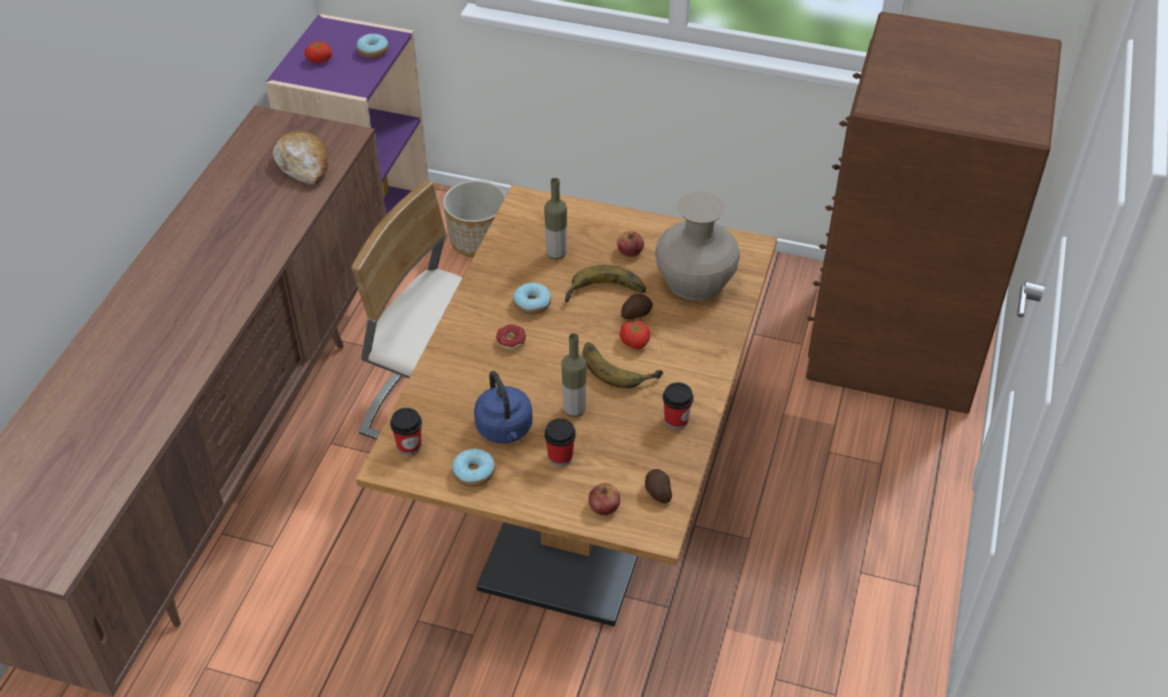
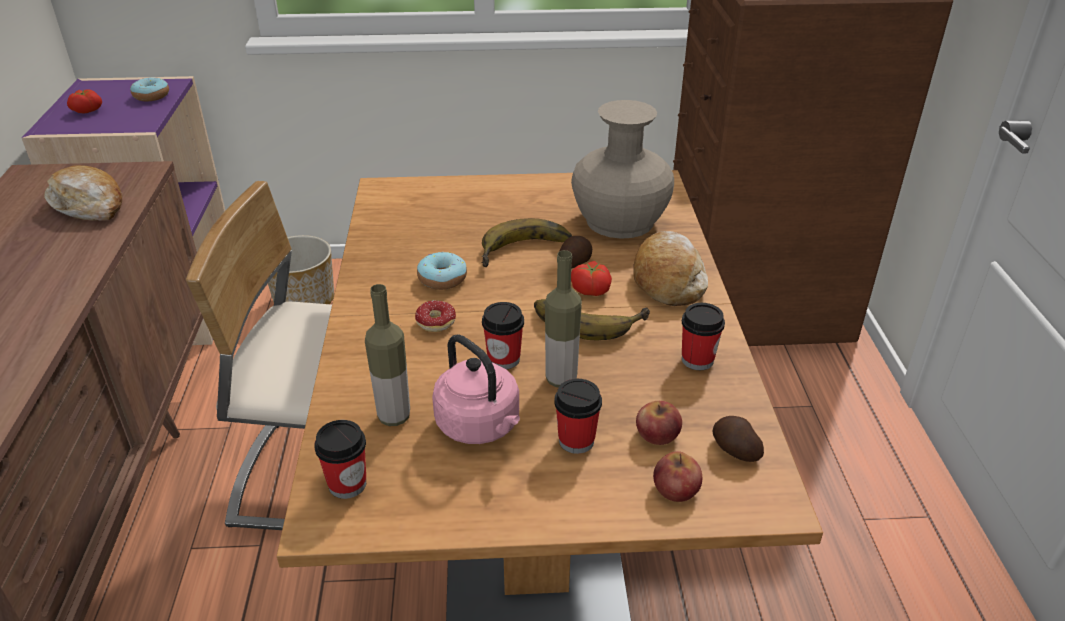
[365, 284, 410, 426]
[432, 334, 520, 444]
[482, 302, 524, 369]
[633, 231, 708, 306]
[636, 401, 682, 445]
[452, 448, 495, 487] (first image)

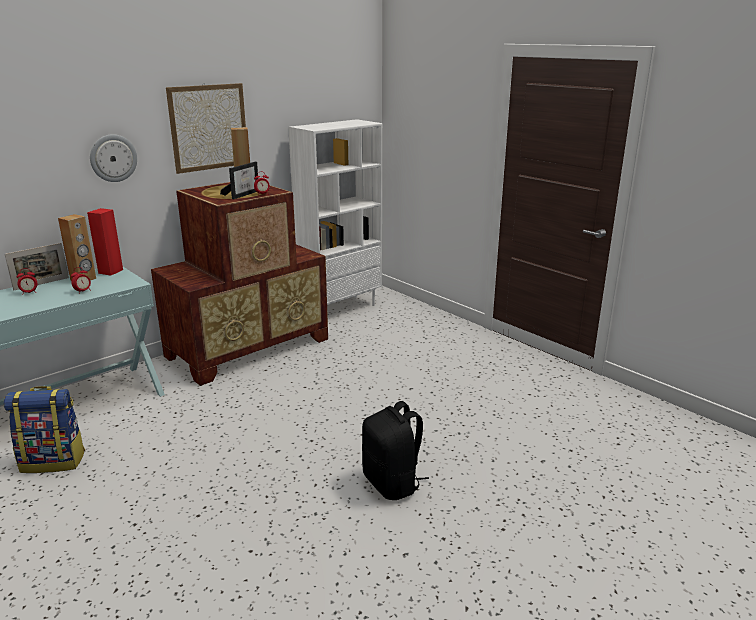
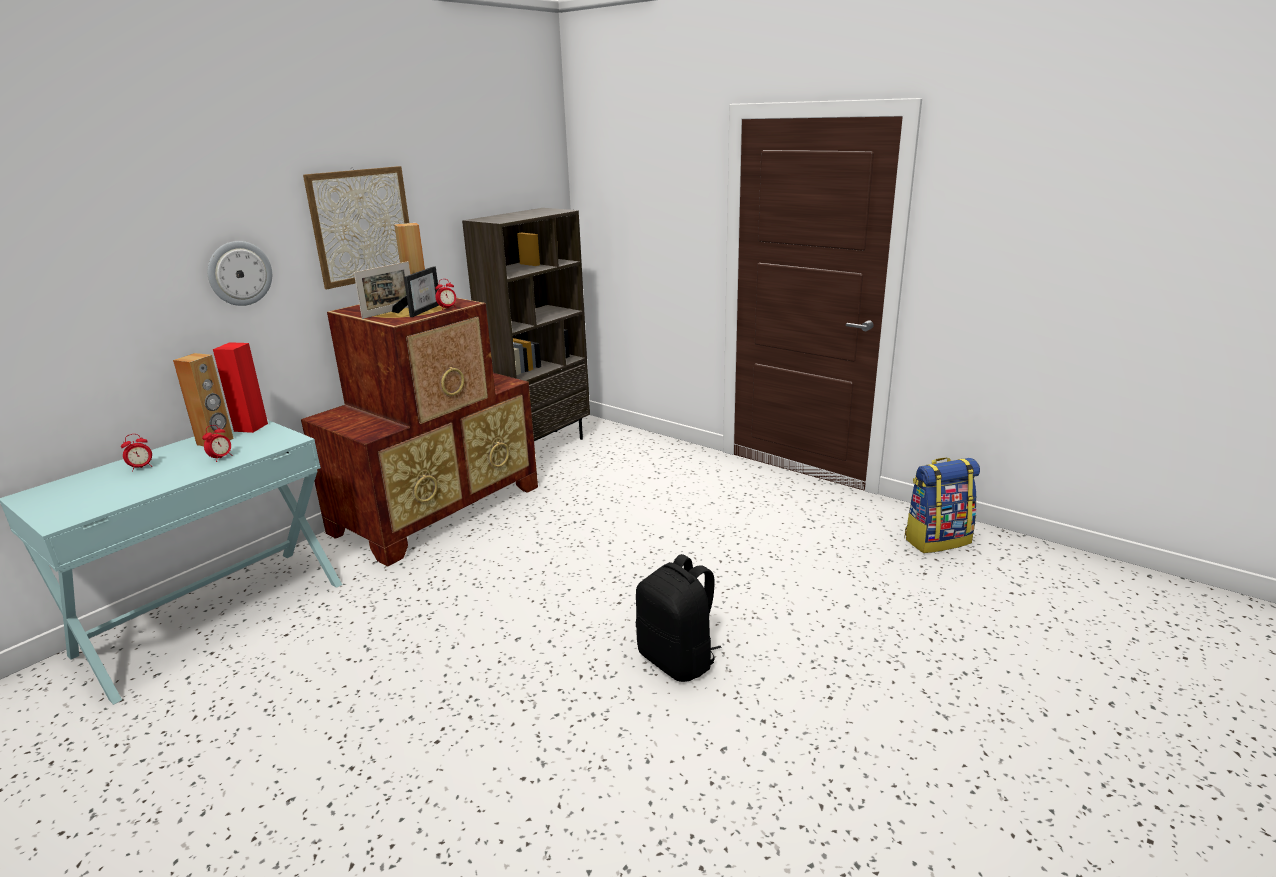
[354, 261, 410, 319]
[462, 208, 590, 441]
[904, 457, 980, 553]

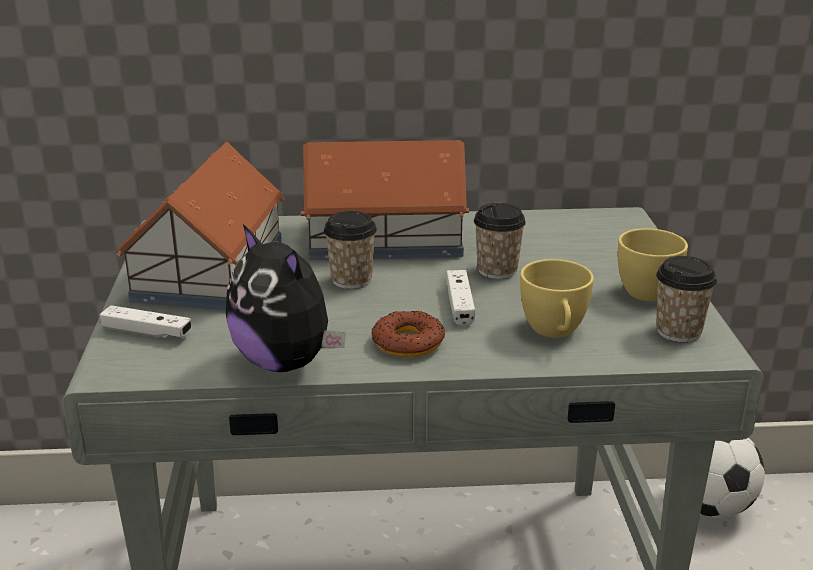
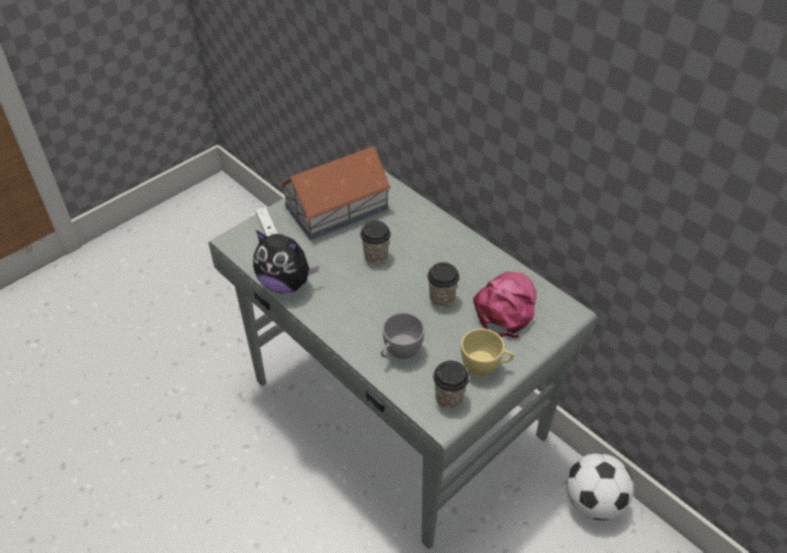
[253, 230, 319, 294]
[381, 312, 425, 359]
[473, 271, 537, 338]
[301, 140, 469, 260] (first image)
[372, 311, 445, 358] (first image)
[446, 270, 475, 325] (first image)

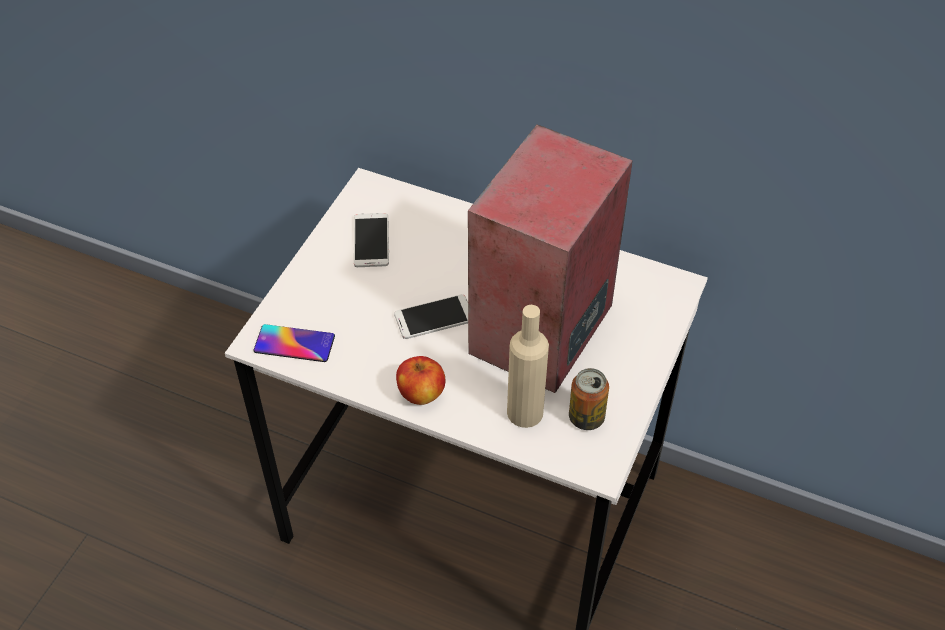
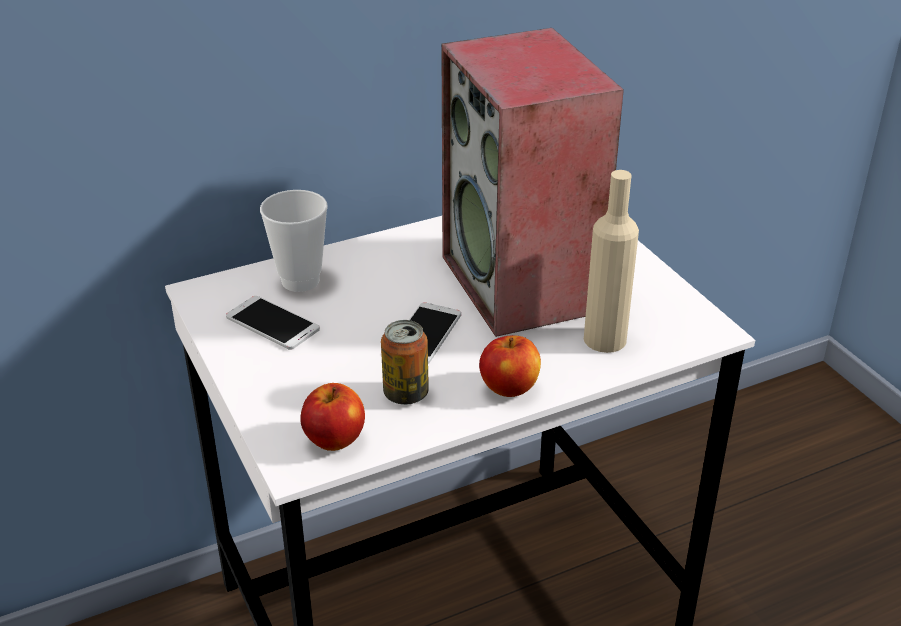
[260, 190, 328, 292]
[300, 383, 365, 451]
[381, 320, 429, 405]

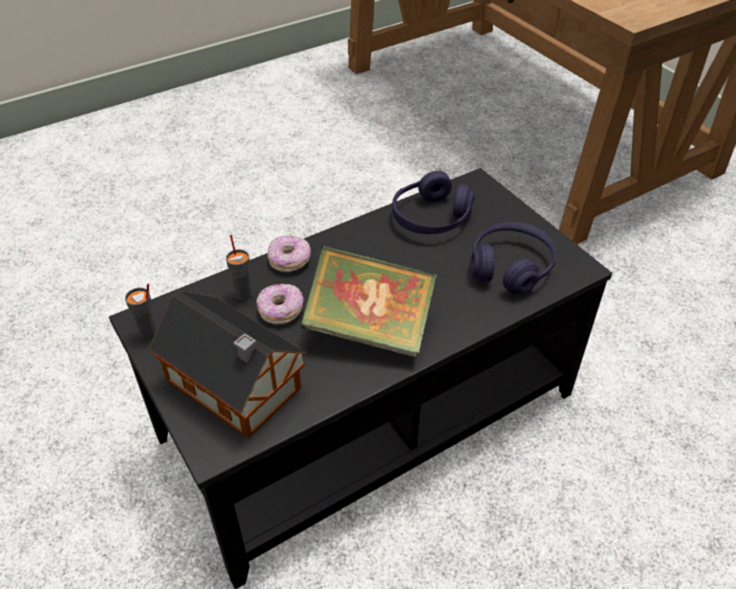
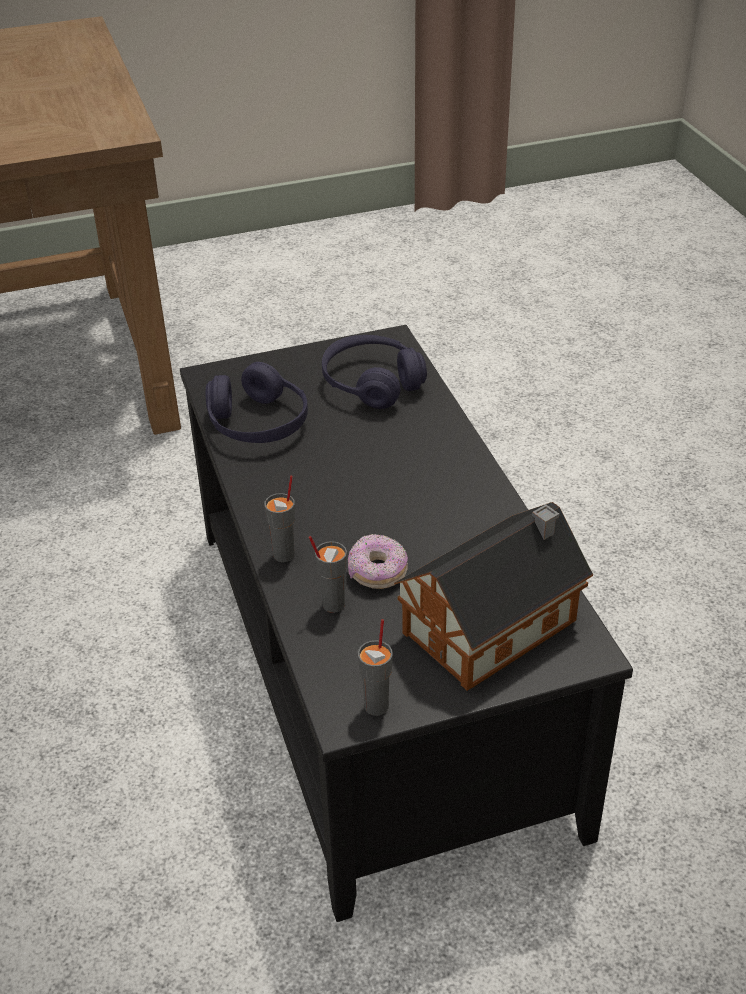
[264, 476, 295, 562]
[301, 245, 437, 357] (first image)

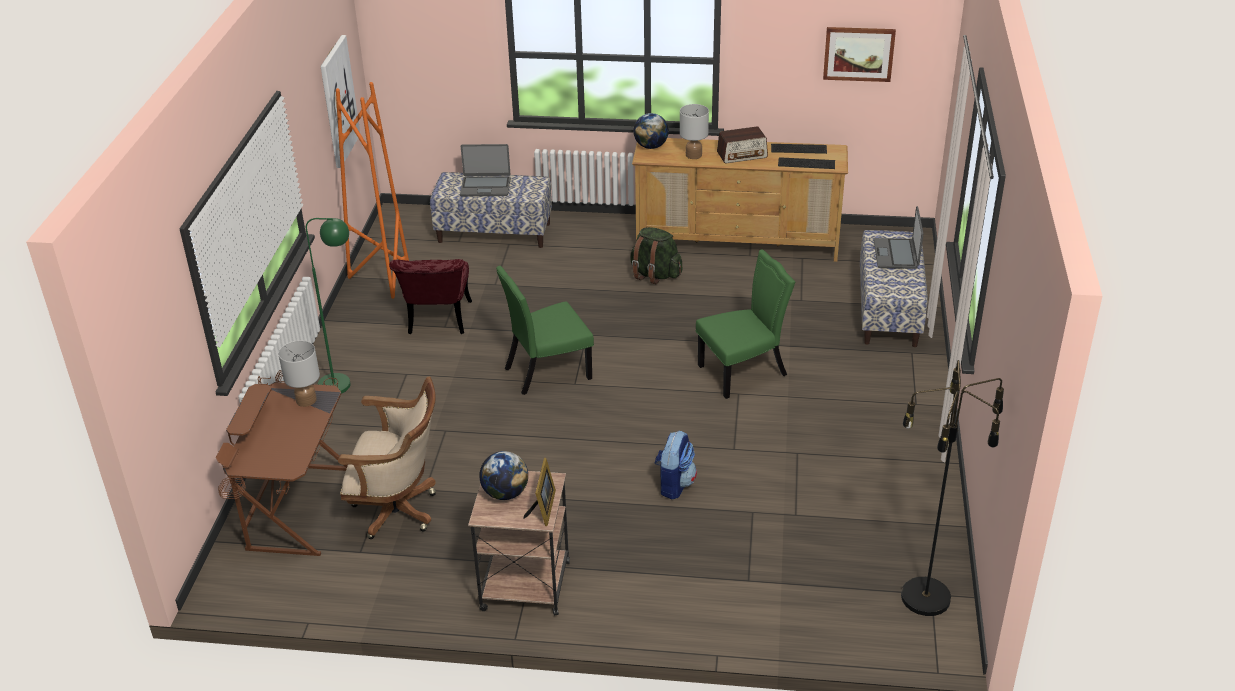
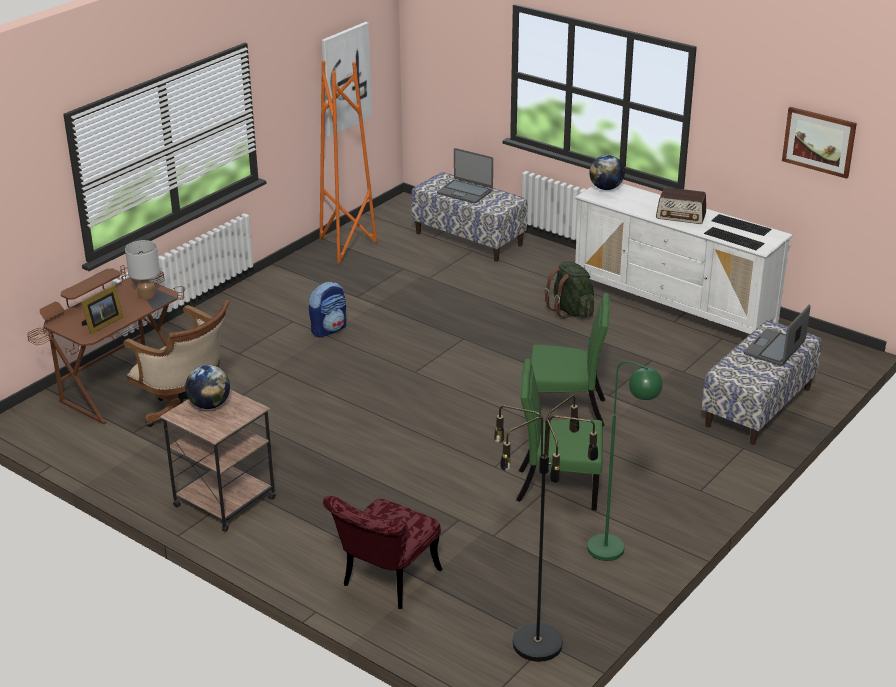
[81, 285, 123, 335]
[309, 282, 346, 338]
[323, 496, 442, 609]
[516, 359, 603, 511]
[574, 183, 793, 334]
[587, 361, 663, 561]
[680, 104, 709, 159] (first image)

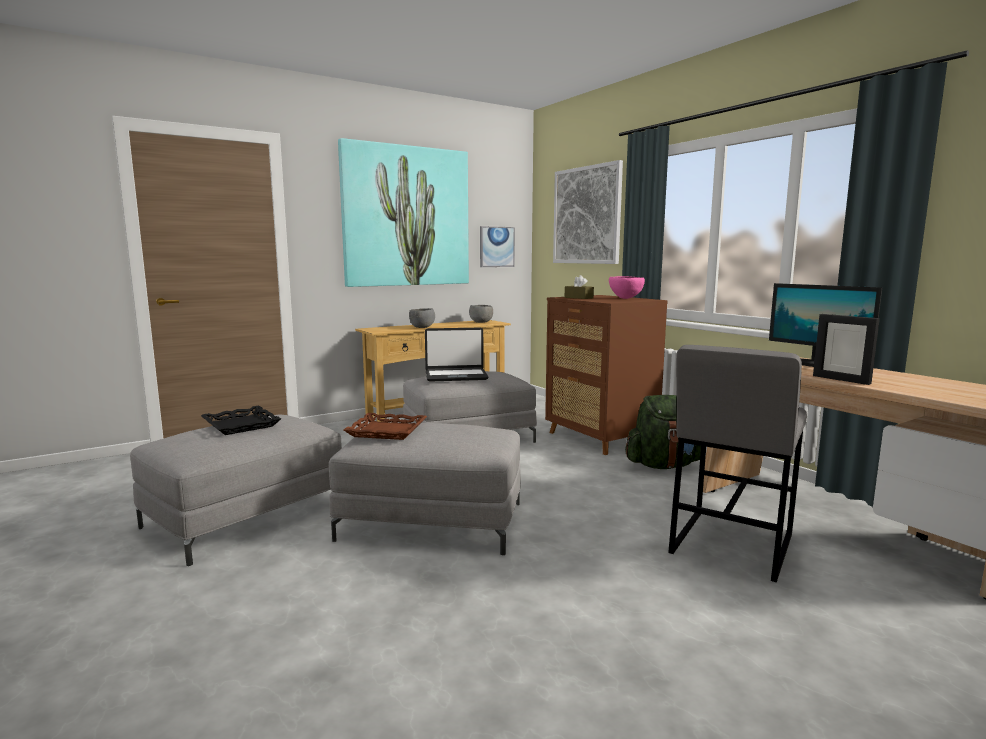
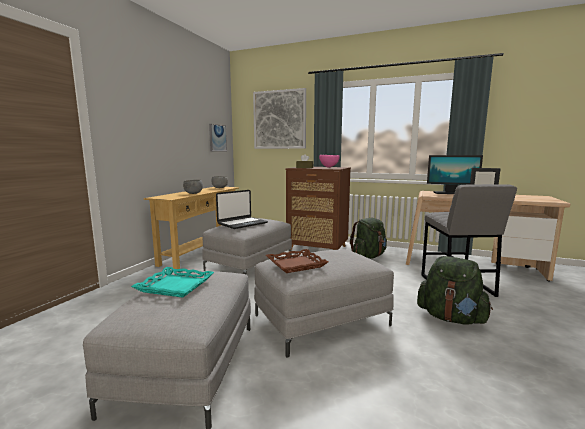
[131, 267, 214, 298]
[417, 256, 493, 325]
[338, 138, 469, 287] (first image)

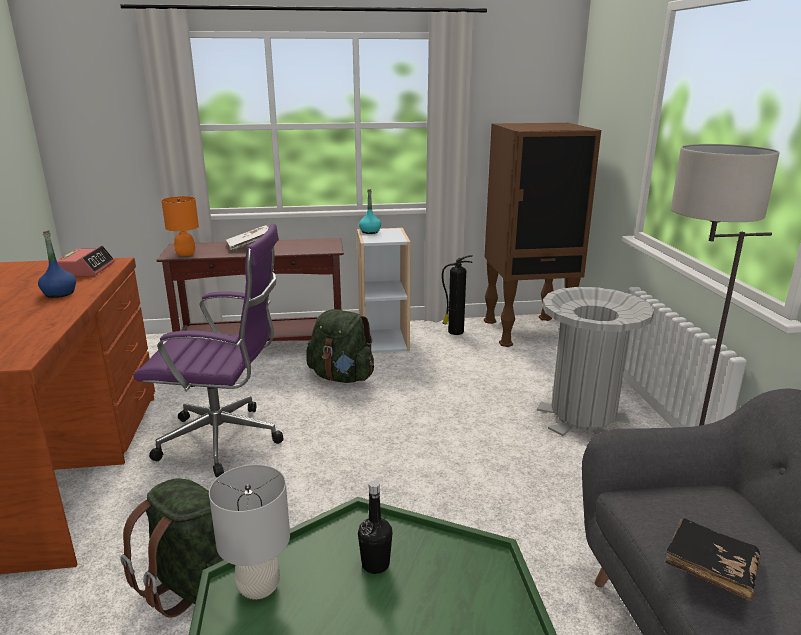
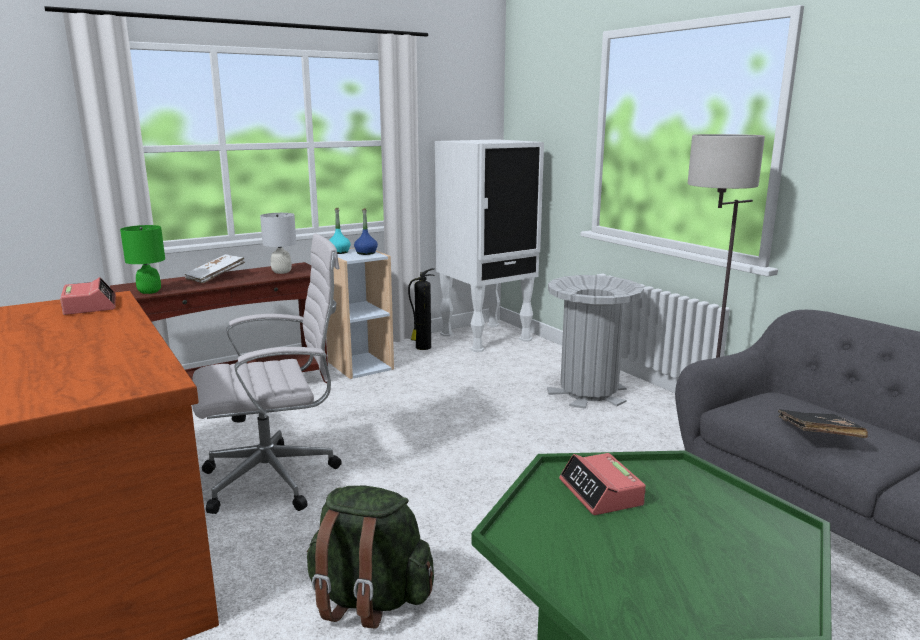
[120, 225, 165, 294]
[192, 233, 342, 514]
[260, 213, 296, 274]
[354, 208, 378, 255]
[435, 139, 544, 352]
[559, 453, 646, 515]
[306, 309, 374, 383] (first image)

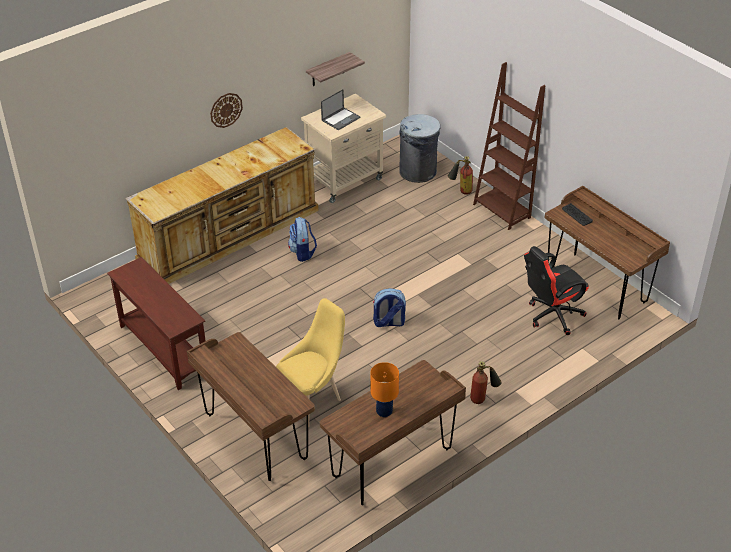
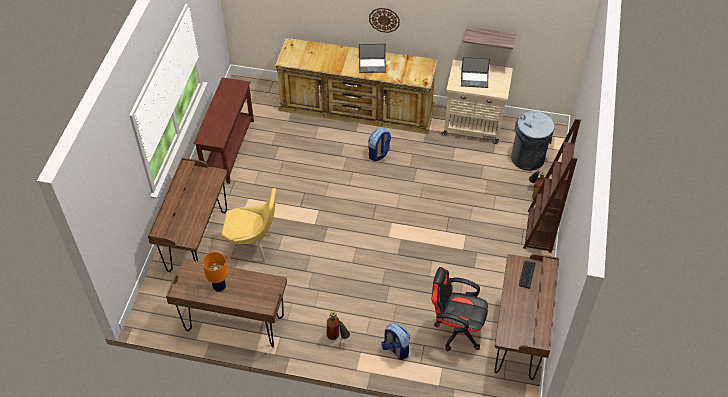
[359, 44, 386, 73]
[381, 323, 410, 360]

